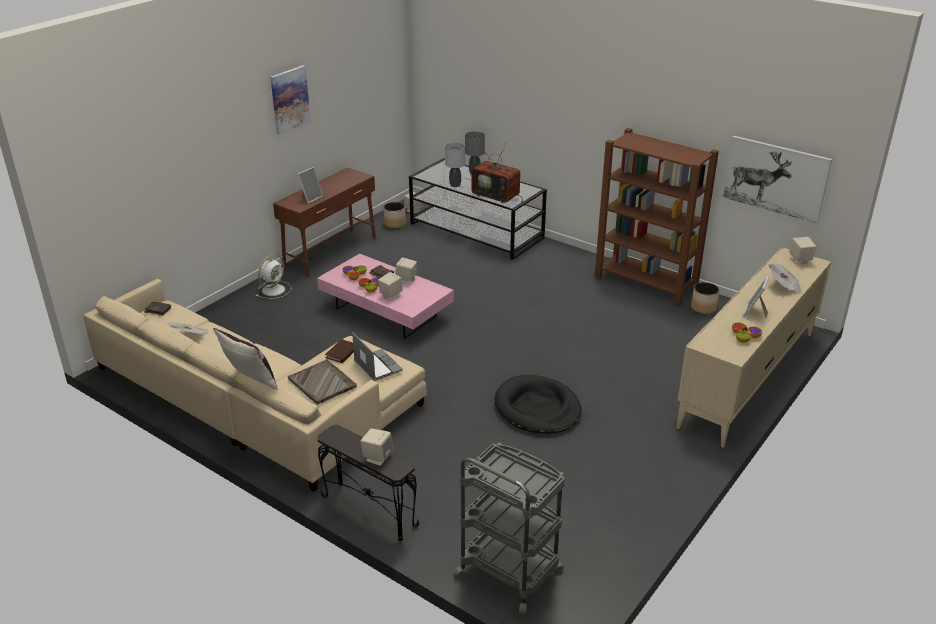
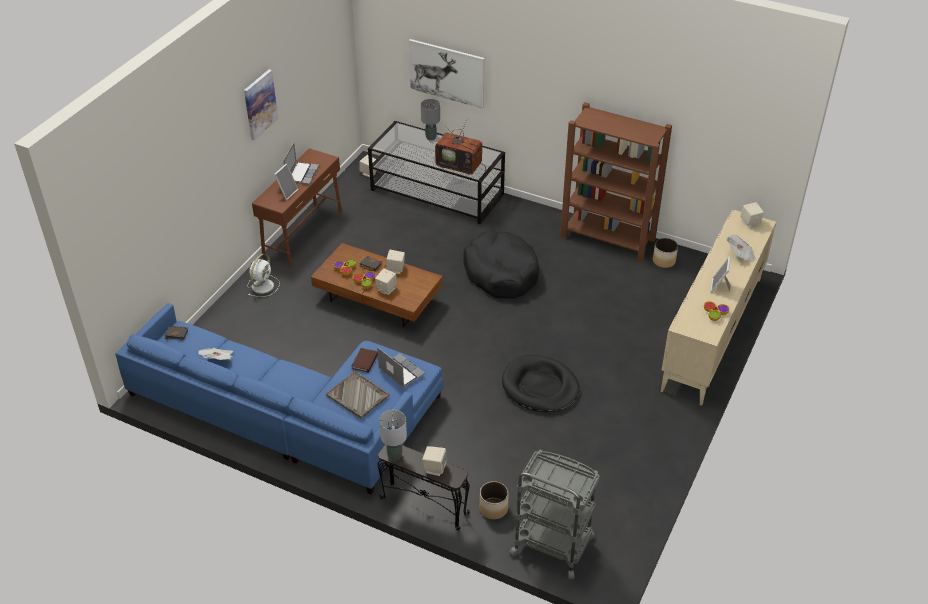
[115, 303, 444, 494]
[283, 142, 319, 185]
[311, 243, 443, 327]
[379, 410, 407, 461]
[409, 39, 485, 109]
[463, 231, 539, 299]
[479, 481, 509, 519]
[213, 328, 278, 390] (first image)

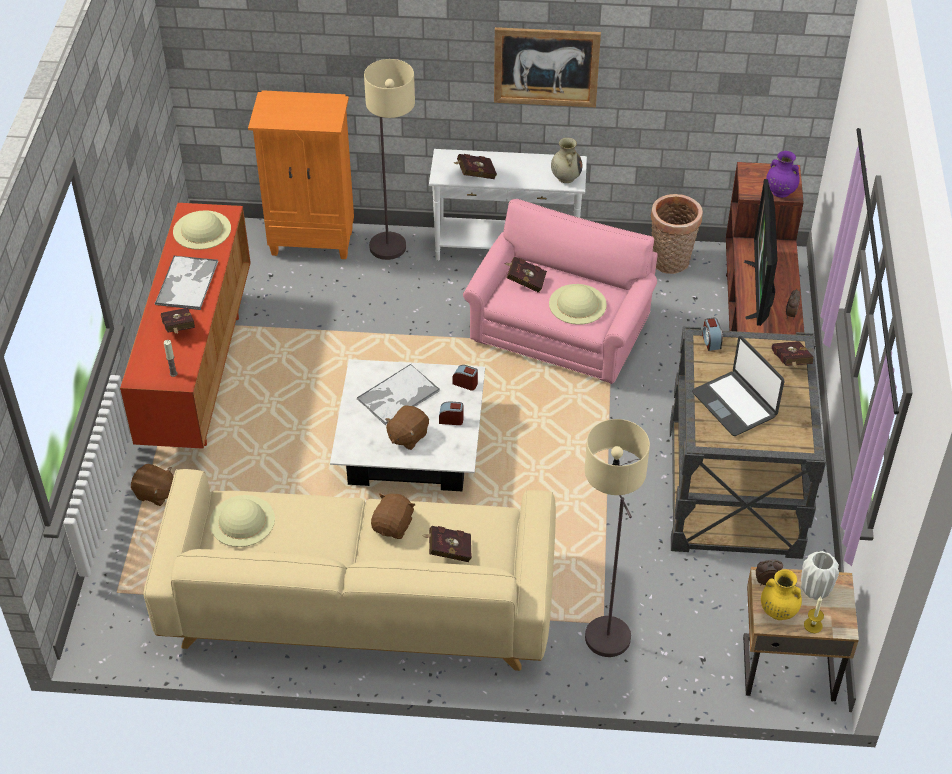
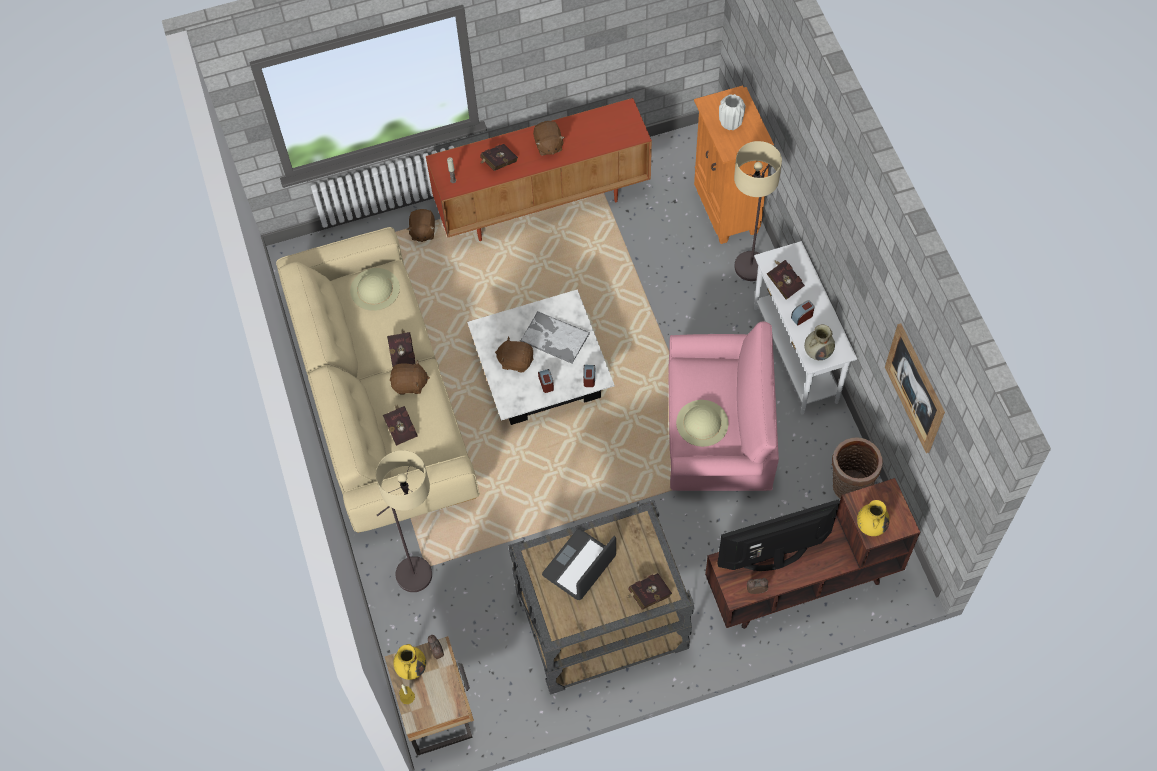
[387, 329, 416, 367]
[533, 121, 565, 155]
[719, 94, 746, 130]
[791, 300, 815, 326]
[857, 500, 890, 536]
[885, 323, 945, 453]
[173, 210, 231, 250] (first image)

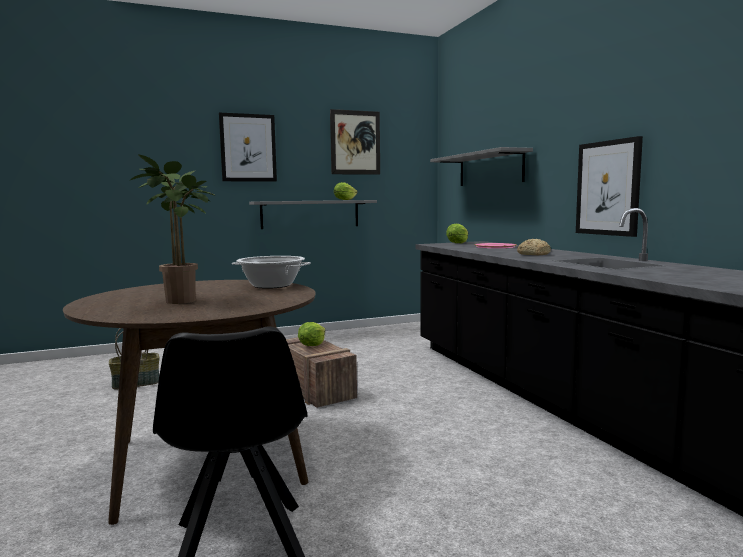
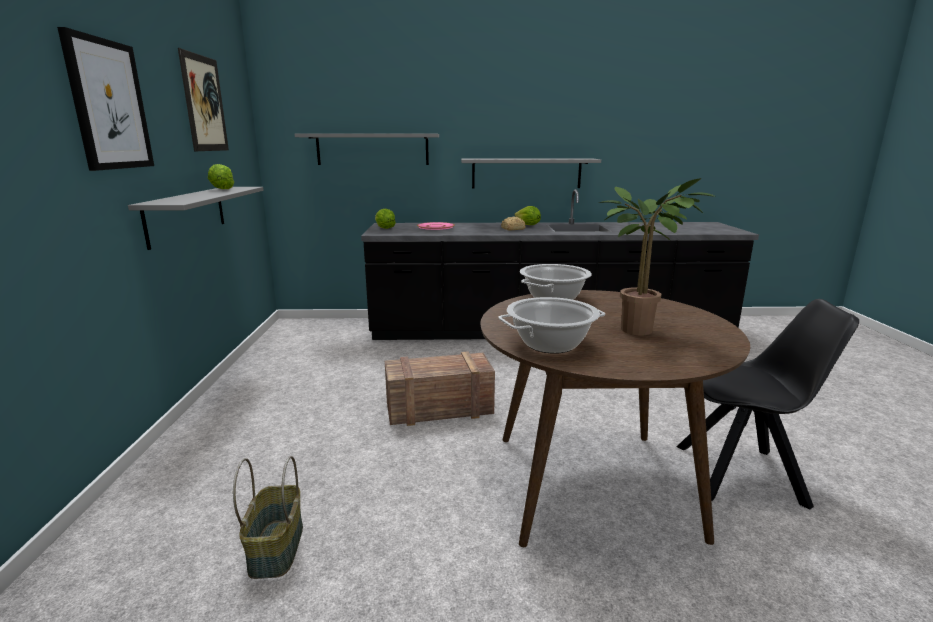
[461, 158, 601, 189]
[498, 297, 605, 354]
[515, 206, 541, 225]

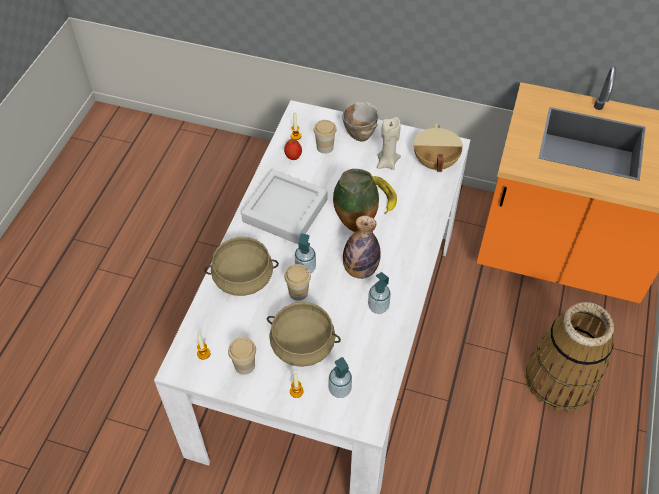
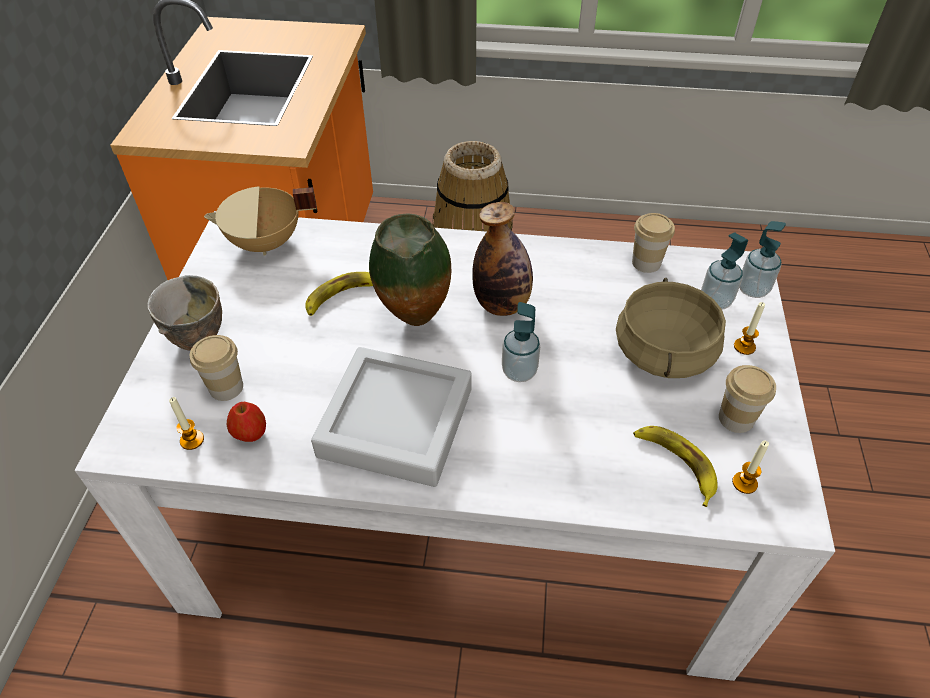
[632, 213, 675, 273]
[633, 426, 718, 507]
[739, 221, 786, 298]
[204, 237, 279, 296] (first image)
[377, 117, 401, 170] (first image)

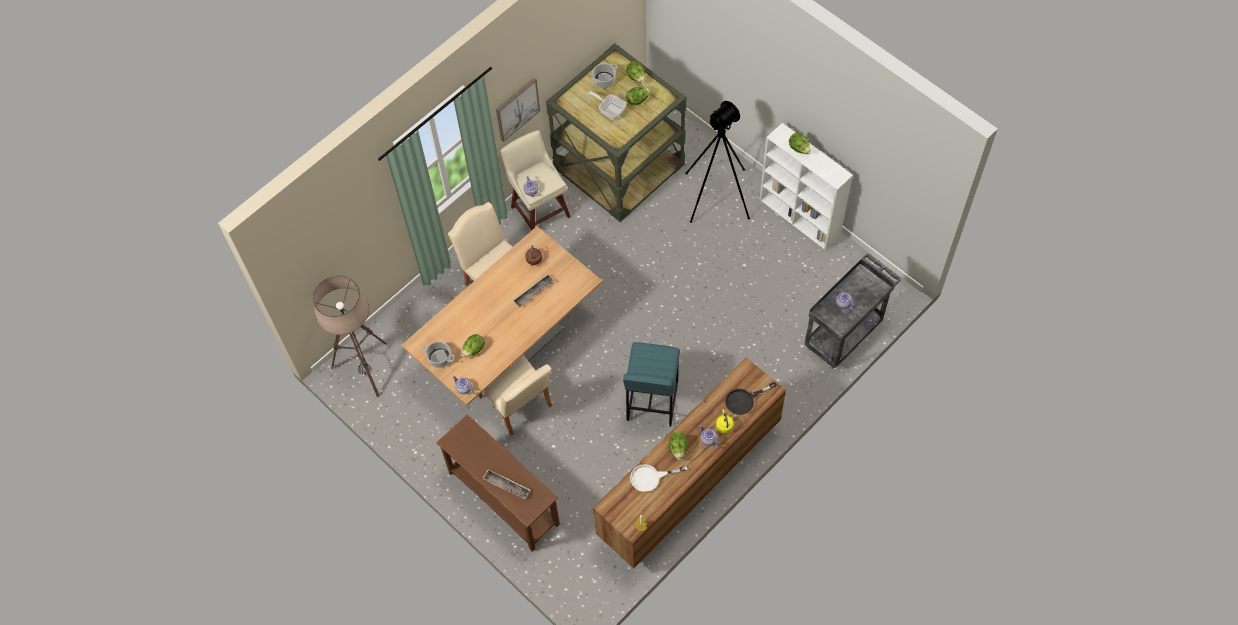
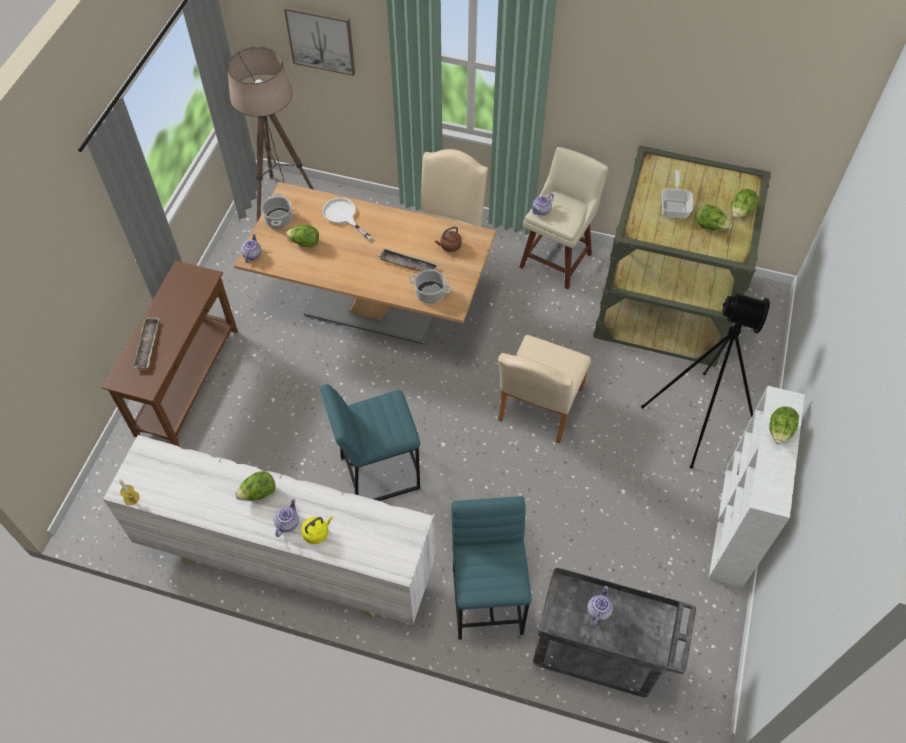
[103, 435, 435, 625]
[284, 6, 355, 76]
[322, 198, 372, 241]
[409, 270, 452, 303]
[451, 496, 532, 640]
[498, 335, 591, 443]
[725, 382, 777, 415] (first image)

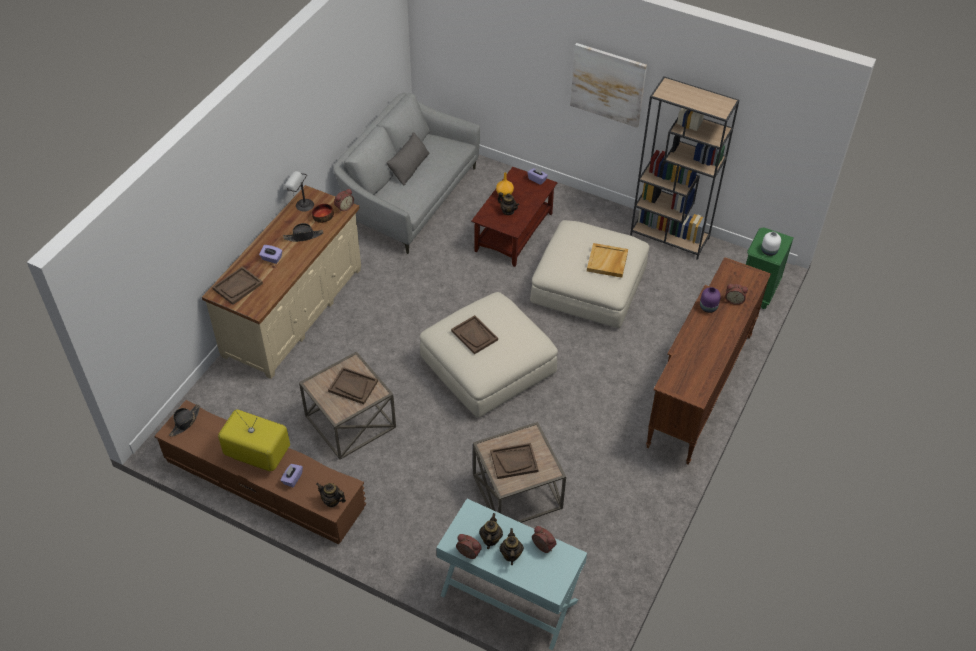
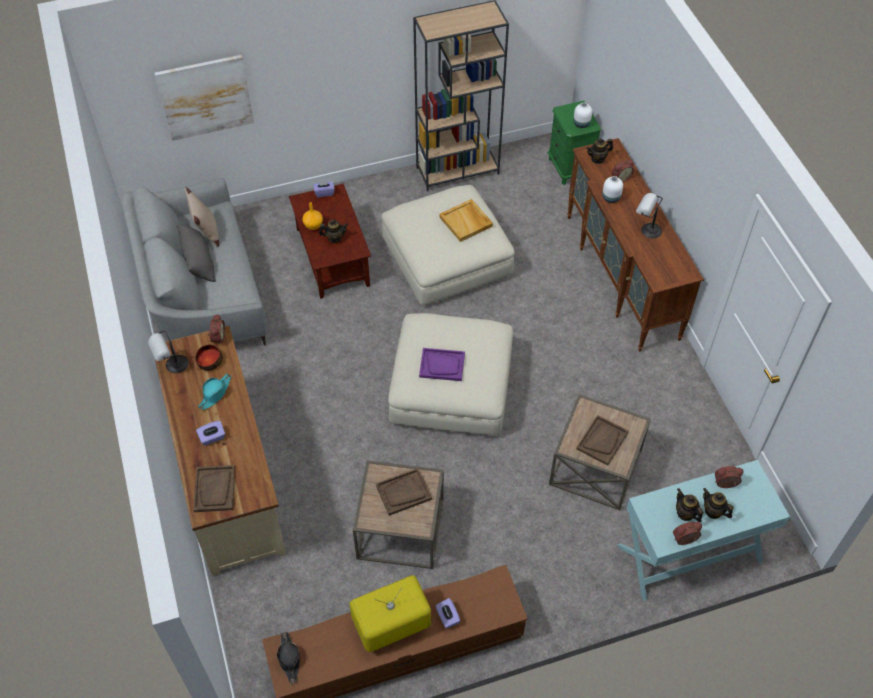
[155, 55, 254, 141]
[185, 187, 219, 247]
[198, 373, 231, 410]
[419, 348, 465, 381]
[586, 138, 613, 164]
[602, 176, 623, 203]
[636, 193, 663, 238]

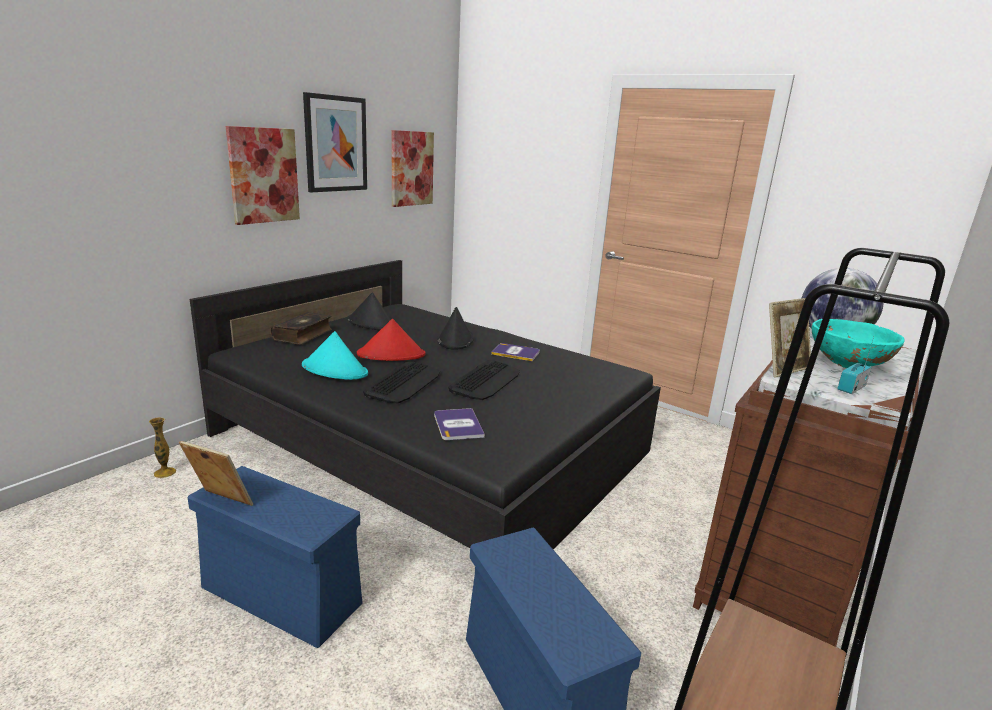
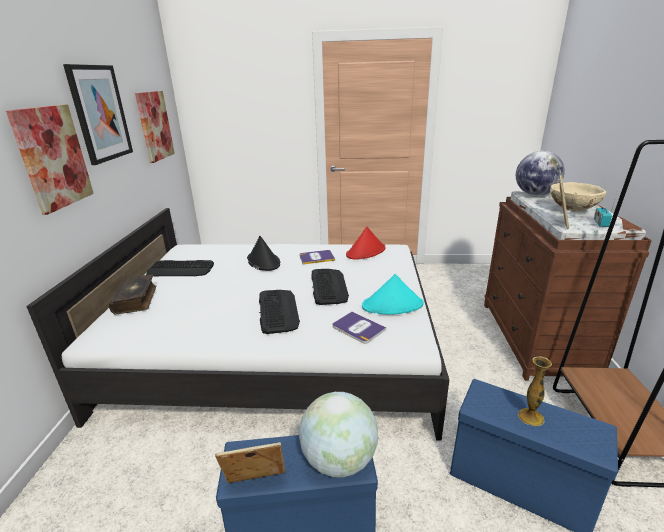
[26, 208, 449, 441]
[146, 260, 214, 277]
[299, 392, 378, 478]
[346, 227, 386, 260]
[362, 274, 424, 315]
[518, 356, 552, 426]
[550, 182, 606, 212]

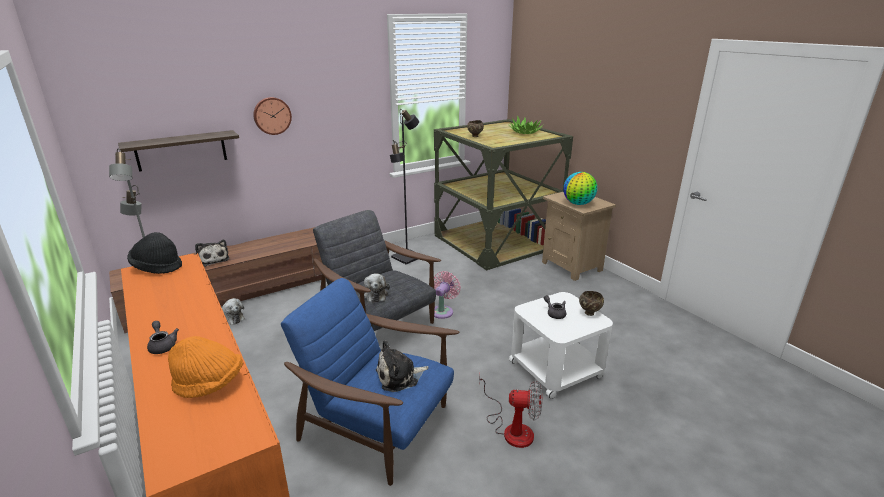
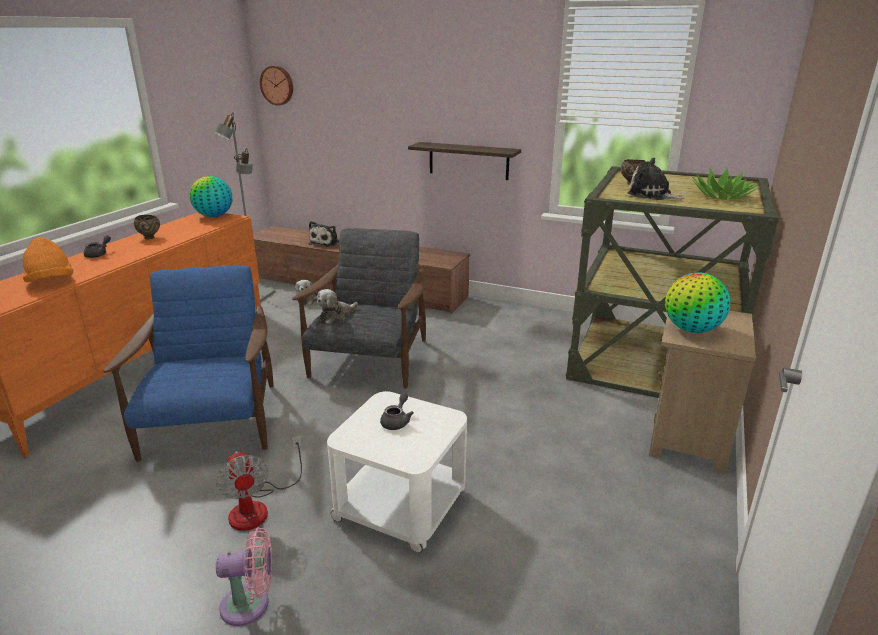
[134, 215, 160, 239]
[190, 176, 232, 217]
[216, 527, 272, 626]
[260, 66, 293, 105]
[408, 142, 521, 180]
[627, 158, 685, 200]
[390, 109, 419, 265] (first image)

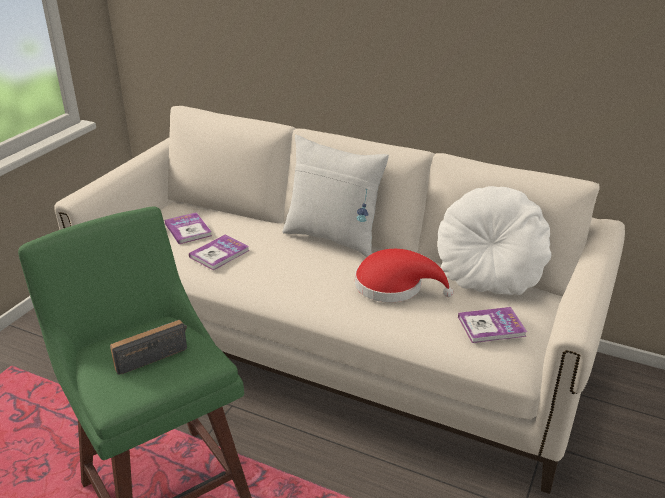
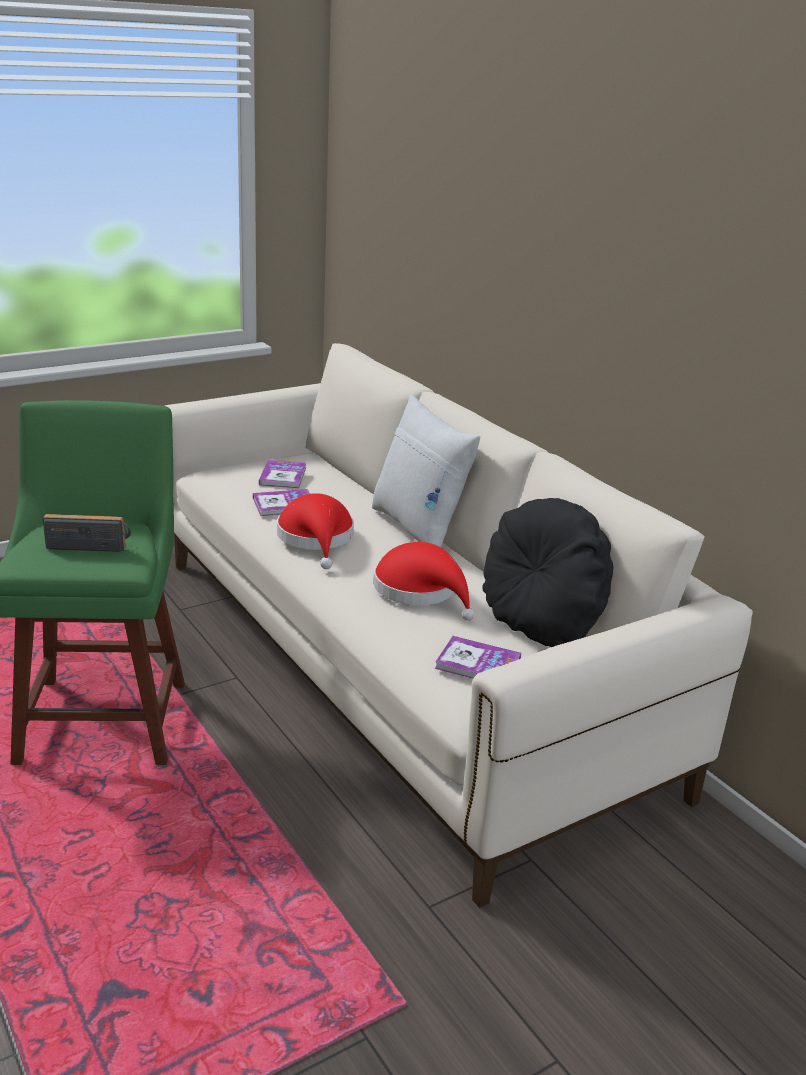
[277, 493, 354, 569]
[482, 498, 613, 647]

